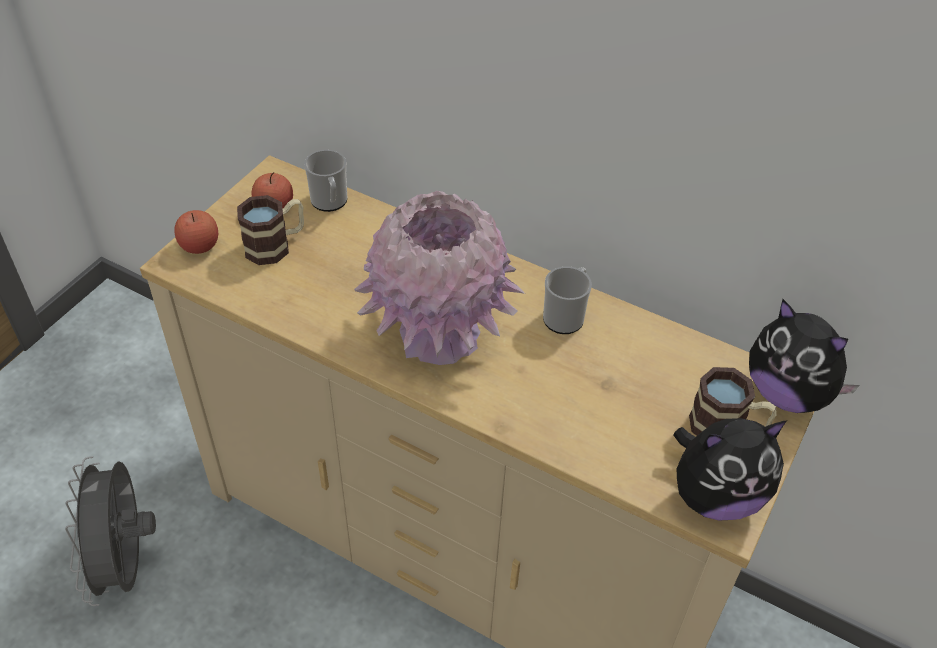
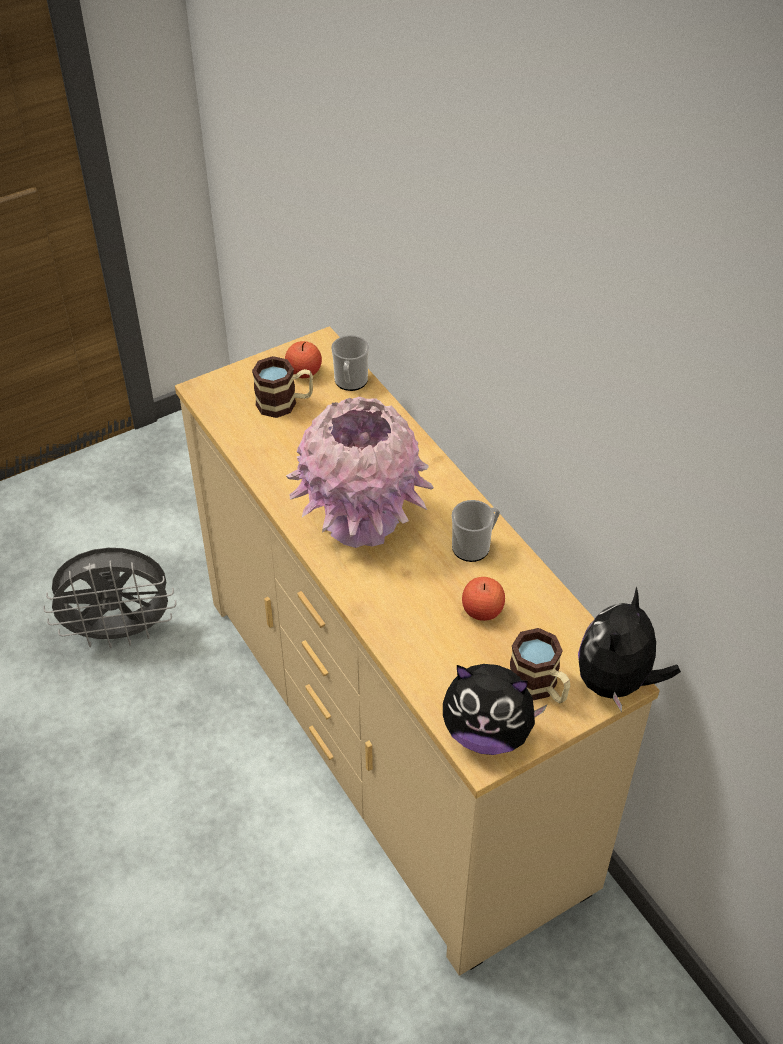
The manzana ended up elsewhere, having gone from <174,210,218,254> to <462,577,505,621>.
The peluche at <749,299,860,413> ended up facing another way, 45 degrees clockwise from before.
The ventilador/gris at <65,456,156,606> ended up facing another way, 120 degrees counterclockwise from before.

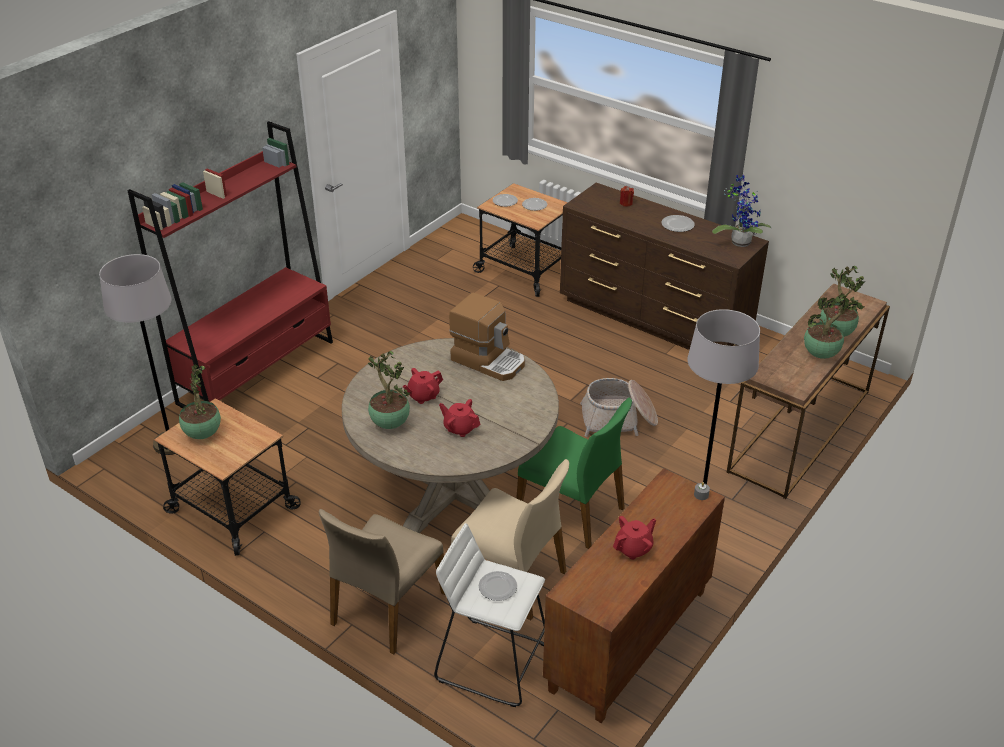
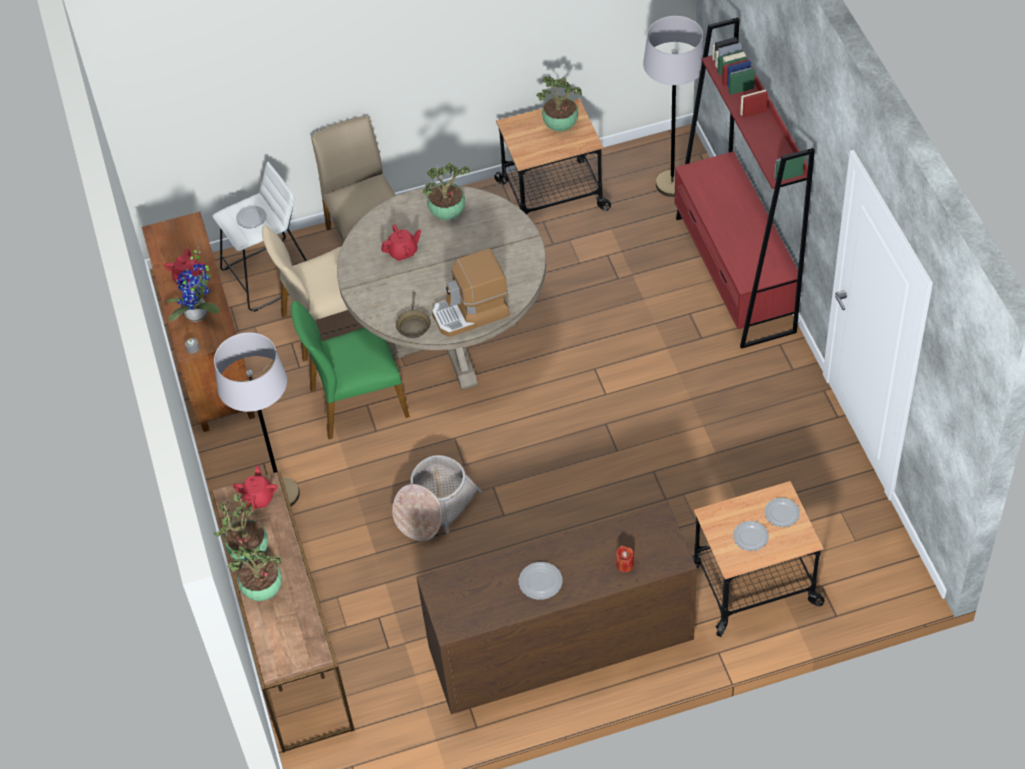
The planta en maceta ended up elsewhere, having gone from <712,175,771,247> to <166,246,220,322>.
The tetera/rojo ended up elsewhere, having gone from <403,368,443,404> to <233,466,277,510>.
The second view gained the sartén/marrón at <396,292,431,338>.

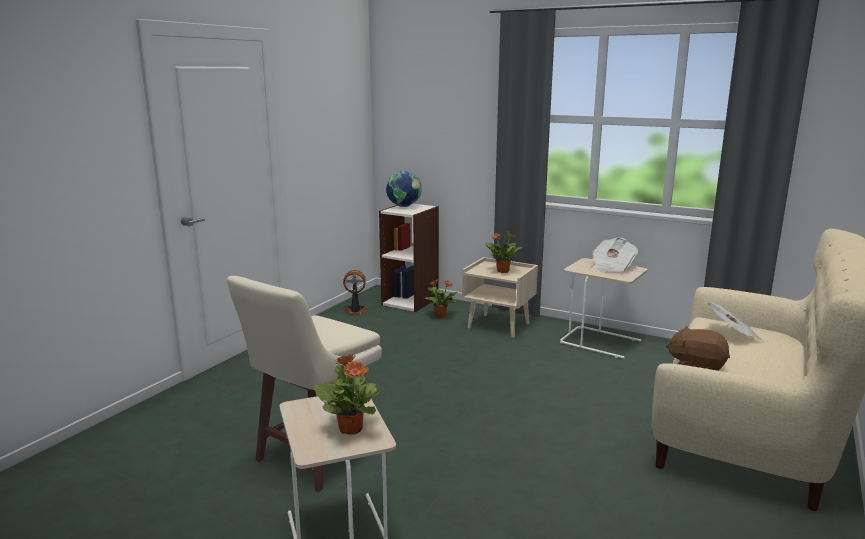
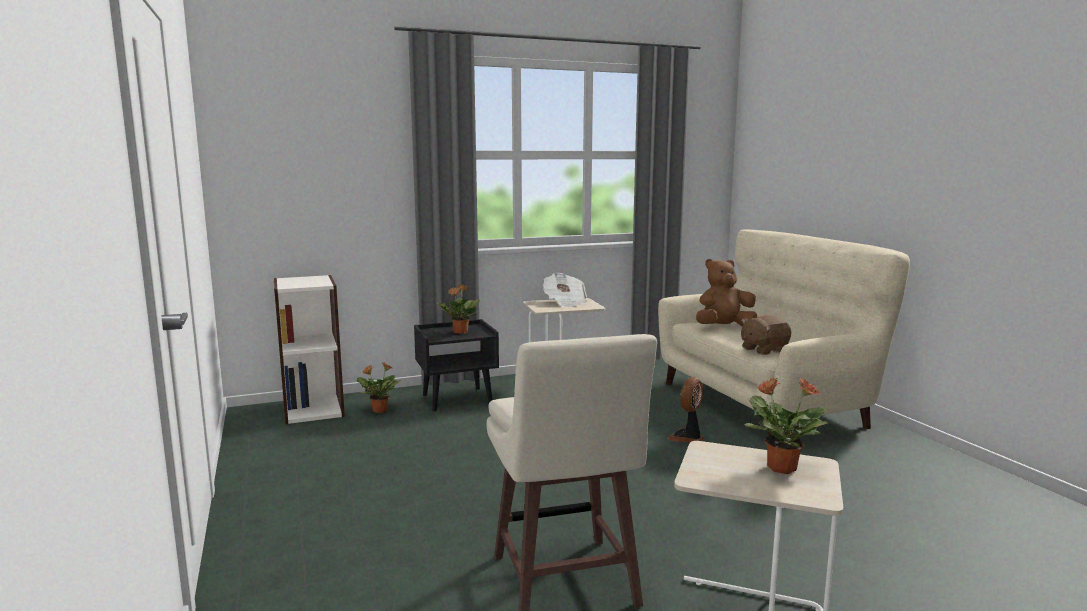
The second view lost the globo terráqueo at <386,171,422,207>.
What was the mesita de noche/beis at <462,257,538,338> turned into the mesita de noche/negro at <414,319,499,411>.
The ventilador ended up elsewhere, having gone from <343,270,368,314> to <668,377,704,442>.
Where the periódico stood at <705,302,765,342>, the peluche/marrón came to stand at <696,259,757,326>.

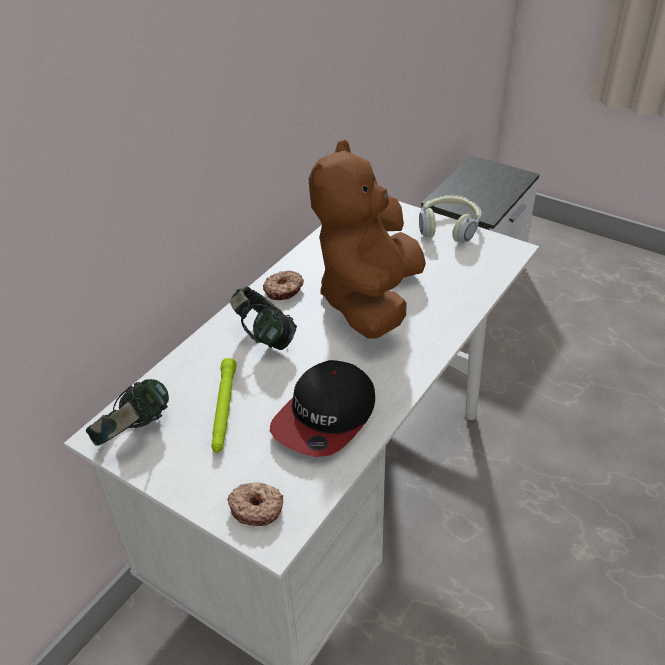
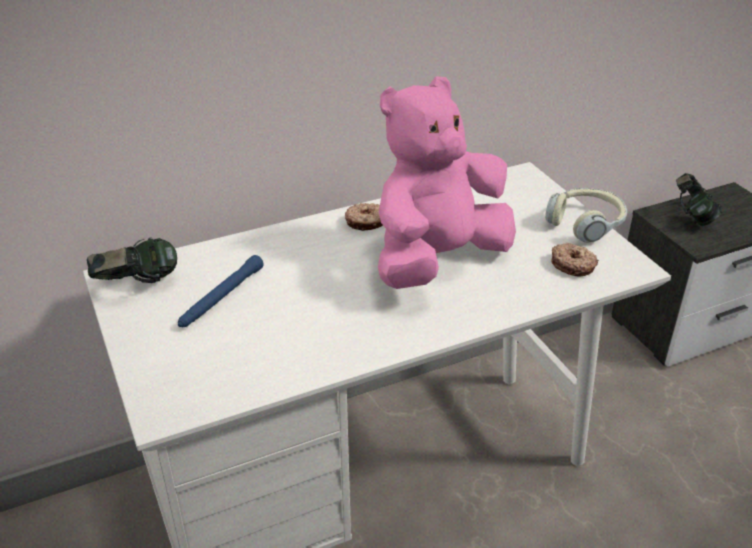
What was the peluche/marrón at <309,140,426,339> turned into the peluche/rosa at <378,76,516,289>.
The auriculares ended up elsewhere, having gone from <230,287,297,350> to <676,173,722,226>.
What was the linterna/verde at <211,358,237,453> turned into the linterna/azul at <178,255,264,327>.
The second view lost the gorra at <270,360,375,457>.
The rosquilla ended up elsewhere, having gone from <227,483,283,526> to <551,243,599,276>.

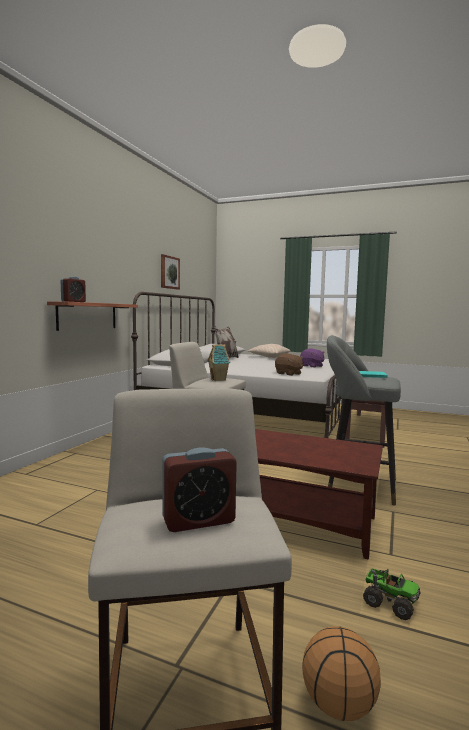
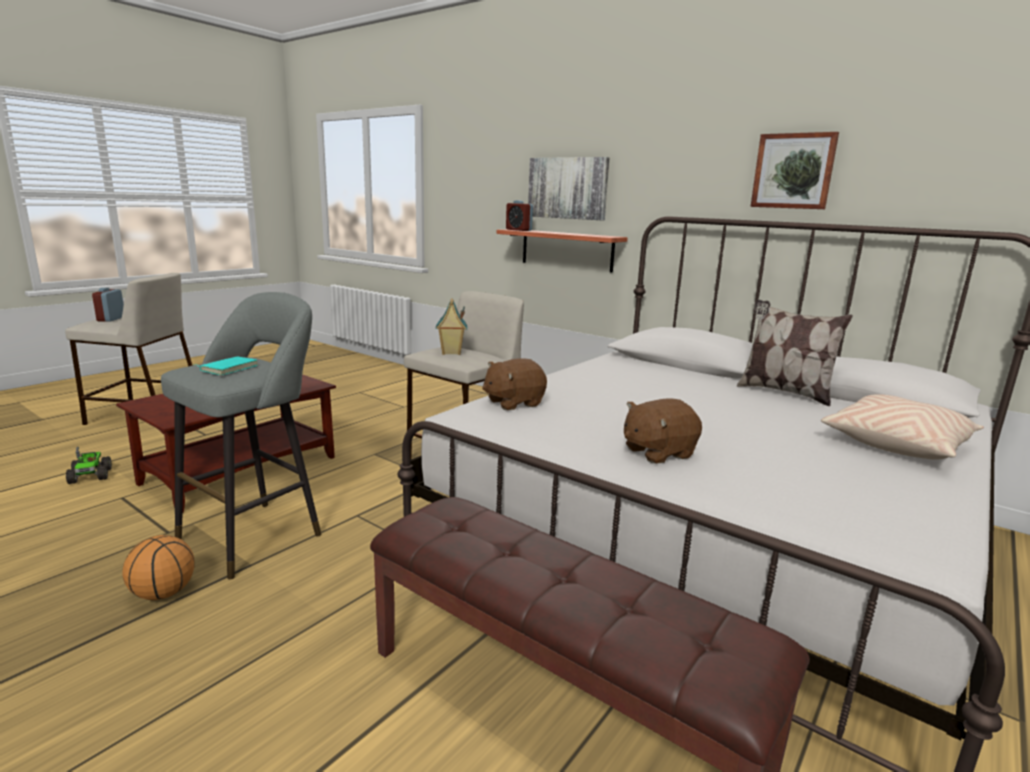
What was the peluche/morado at <300,349,324,367> turned into the peluche/marrón at <624,398,702,464>.
The camión de juguete at <363,568,420,620> ended up facing another way, 75 degrees counterclockwise from before.
The balón de baloncesto ended up elsewhere, having gone from <302,626,381,721> to <123,535,194,600>.
The second view gained the cuadro at <528,157,609,220>.

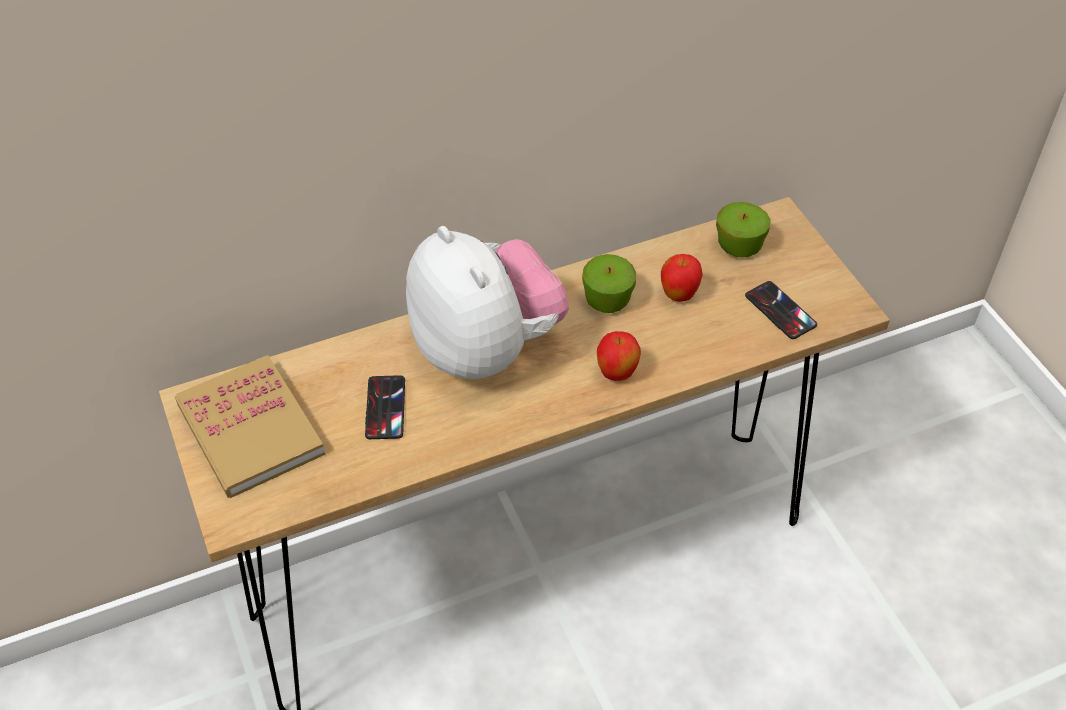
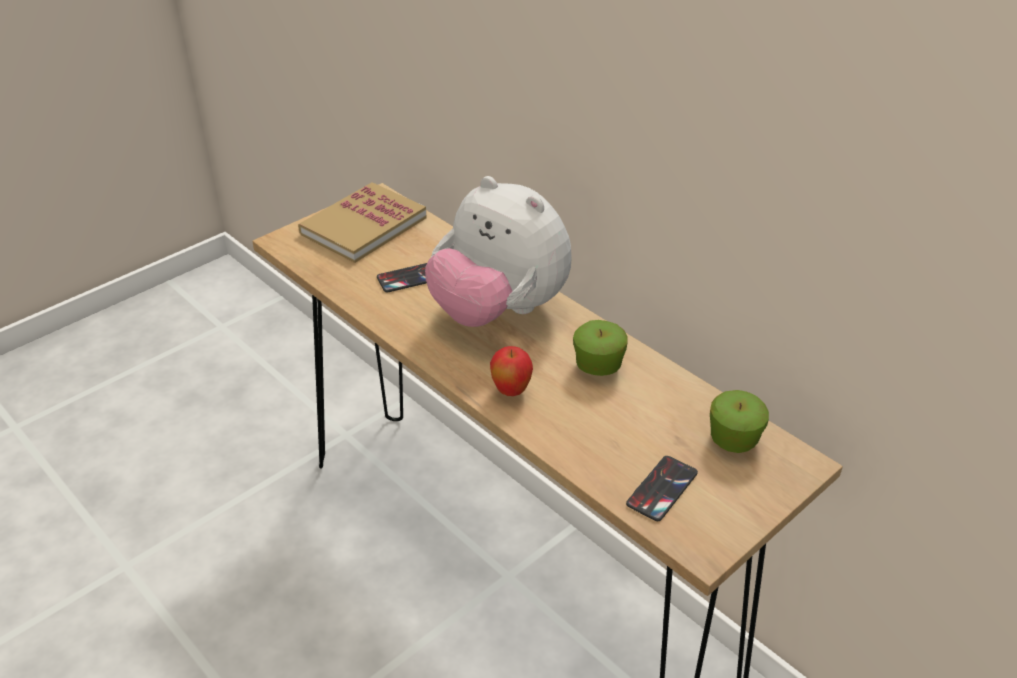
The peluche at <406,226,569,379> ended up facing another way, 90 degrees clockwise from before.
The second view lost the manzana at <661,254,703,302>.

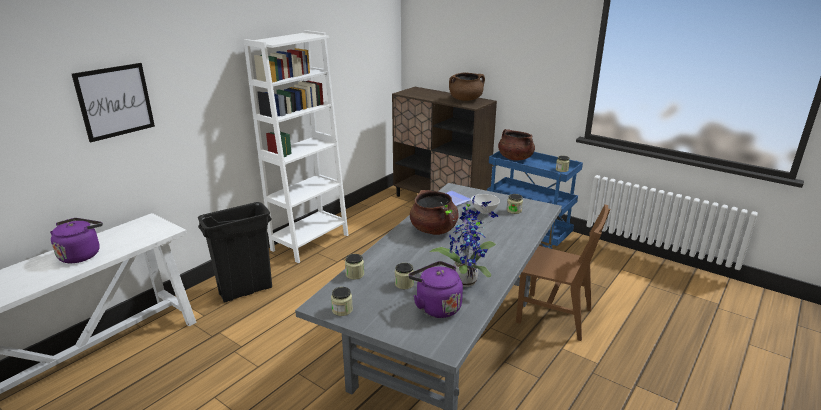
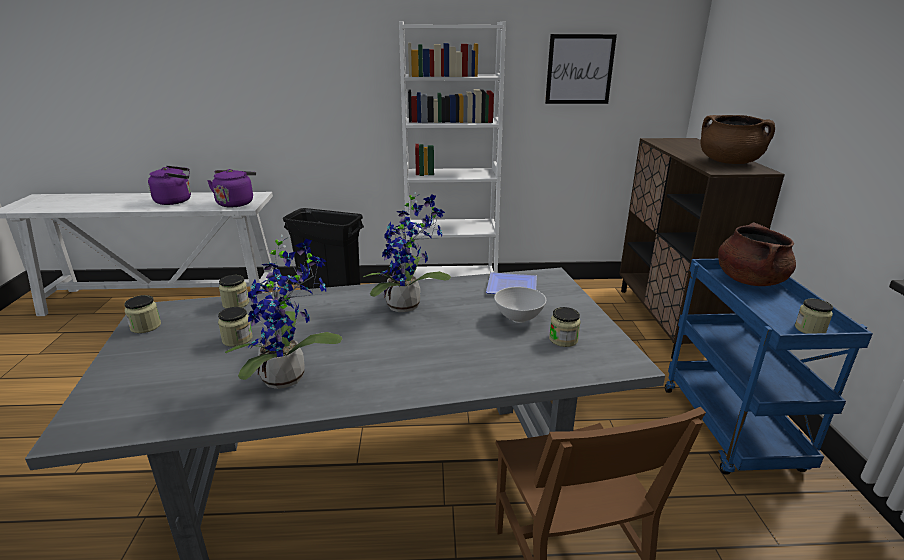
The cuadro ended up elsewhere, having gone from <72,63,155,143> to <545,34,617,104>.
Where the olla/marrón stood at <410,190,459,235>, the planta en maceta came to stand at <363,191,451,312>.
The hervidor/morado ended up elsewhere, having gone from <408,261,463,318> to <207,169,256,207>.

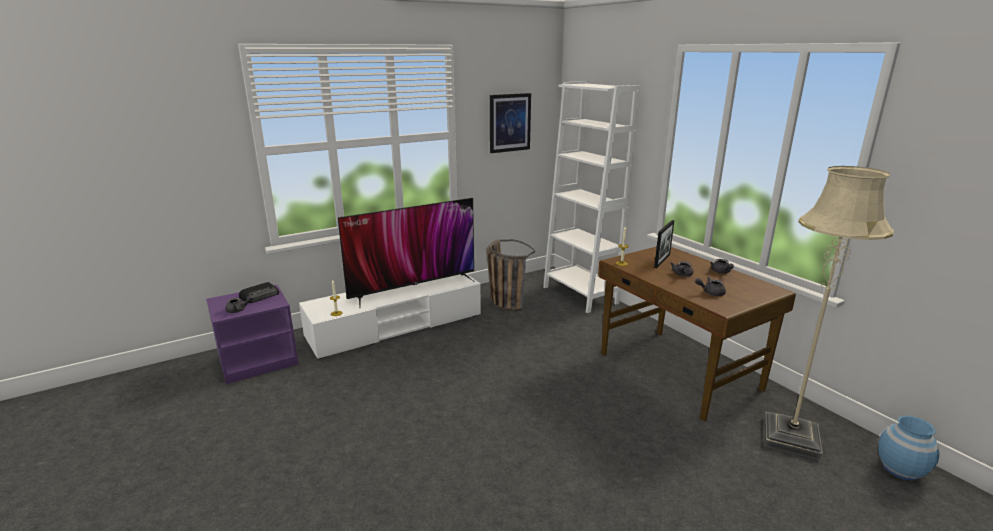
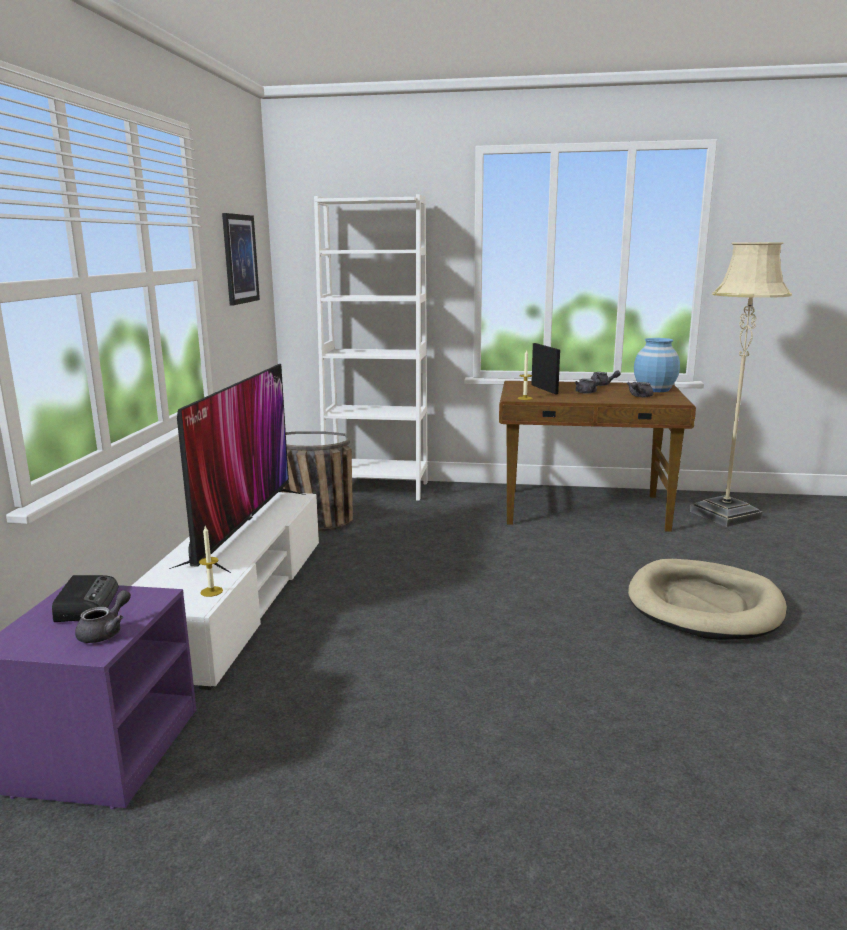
The florero/azul ended up elsewhere, having gone from <878,415,939,481> to <634,338,680,392>.
The second view gained the cama para perro/beis at <628,559,787,640>.

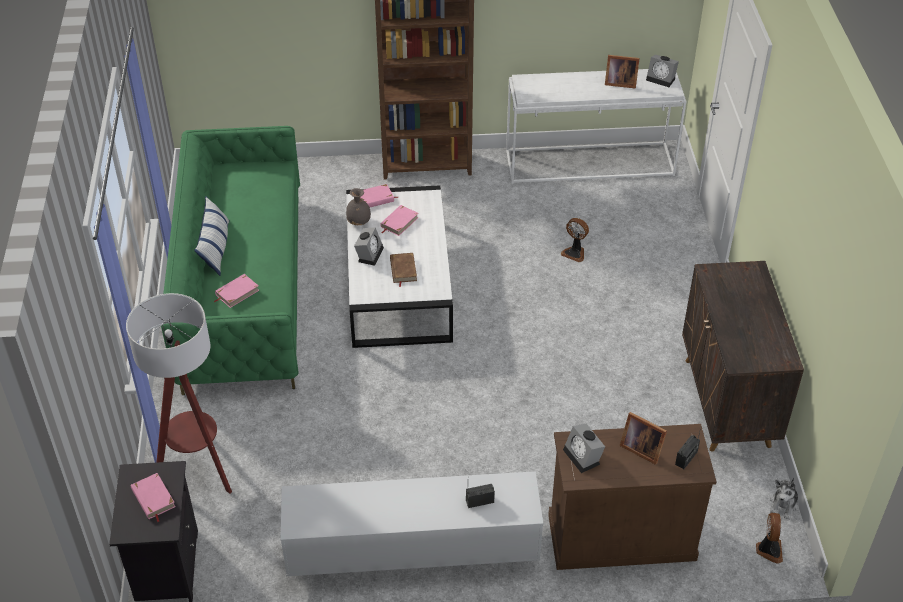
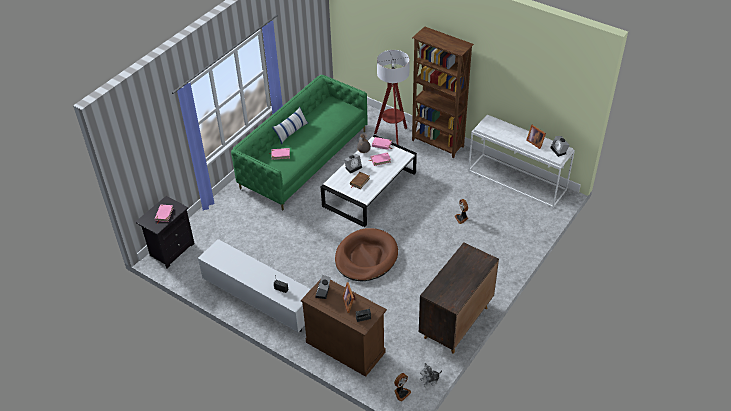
The lámpara de pie ended up elsewhere, having gone from <126,293,232,494> to <374,50,410,145>.
The second view gained the cama para perro/marrón at <335,228,398,281>.

